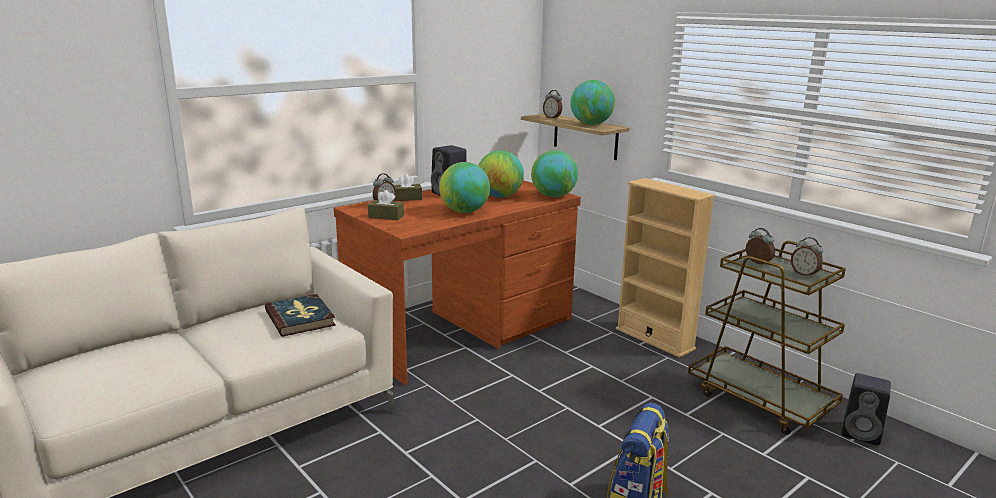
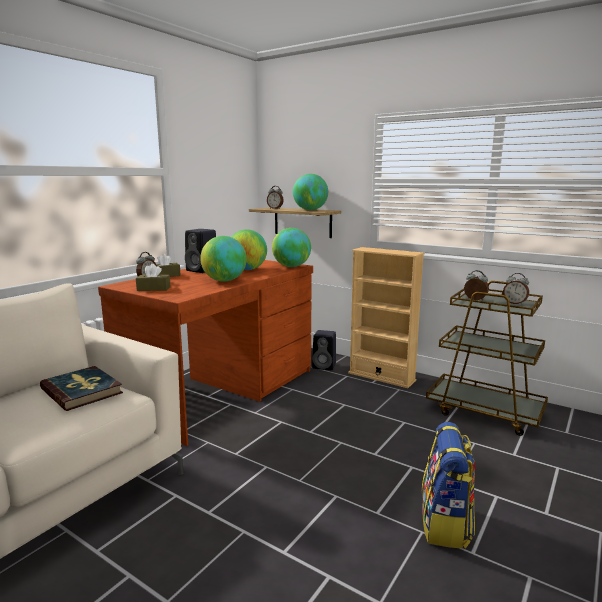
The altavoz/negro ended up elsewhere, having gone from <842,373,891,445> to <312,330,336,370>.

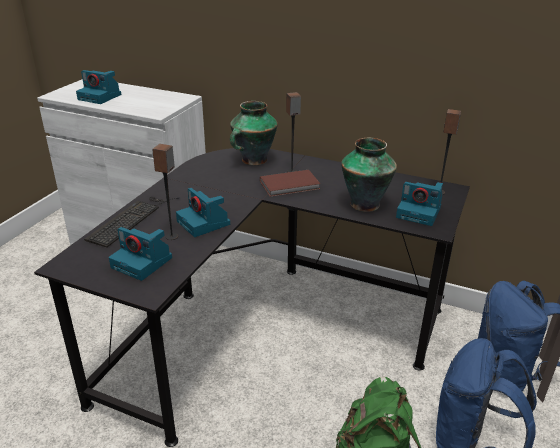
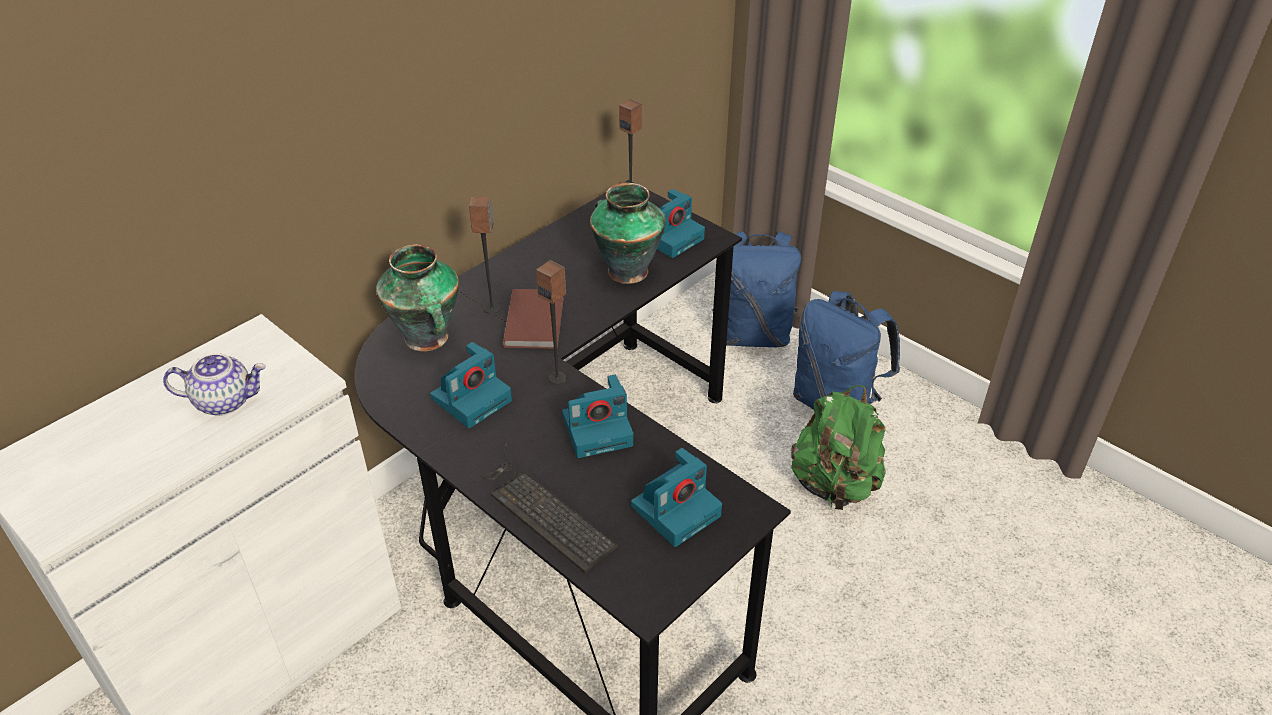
The cámara ended up elsewhere, having gone from <76,70,121,104> to <430,342,512,428>.
The altavoz ended up elsewhere, having gone from <152,144,178,240> to <536,260,566,384>.
The second view gained the tetera at <163,353,266,416>.

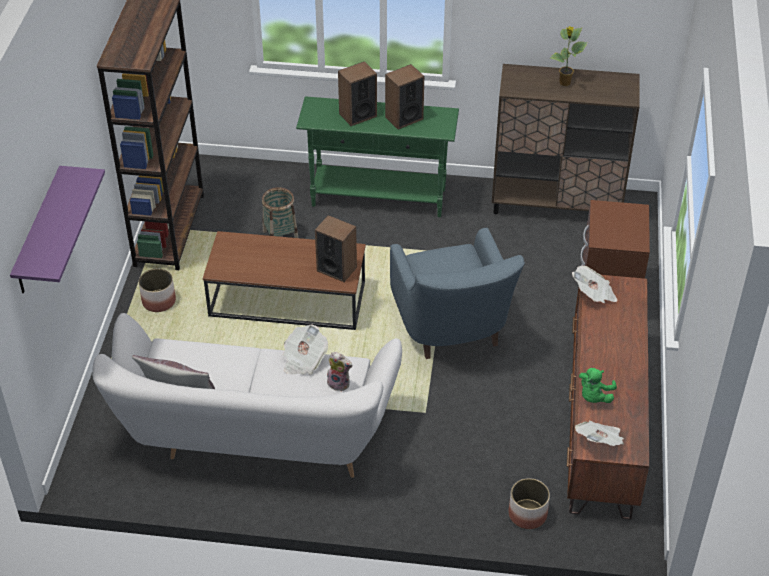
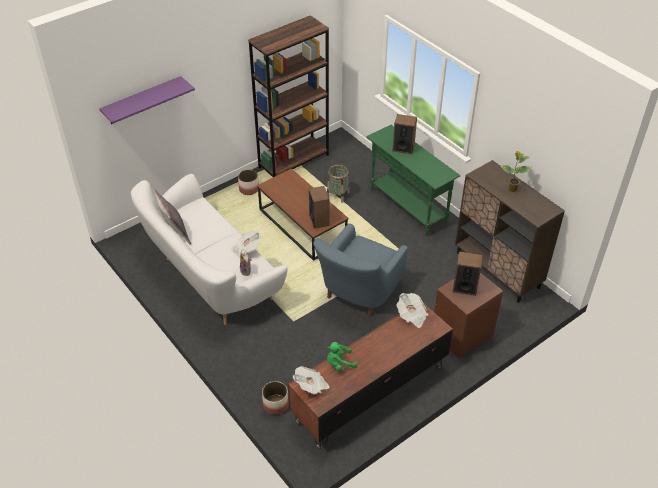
The altavoz ended up elsewhere, having gone from <385,64,424,130> to <453,251,483,296>.

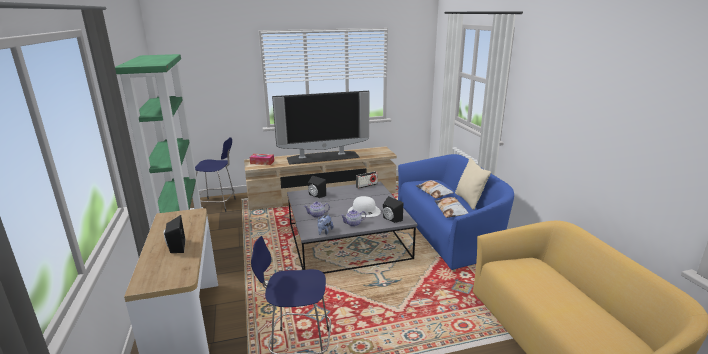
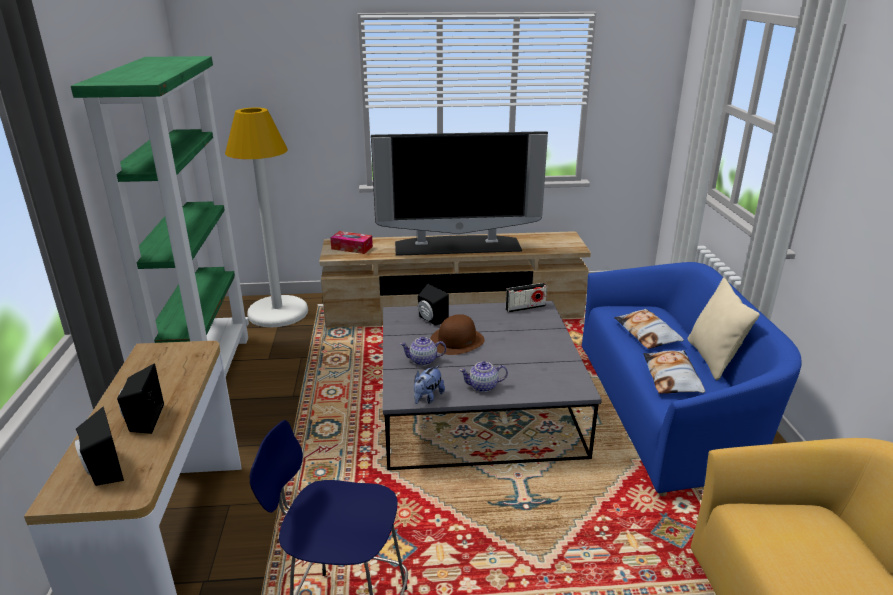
Where the taburete/azul stood at <195,137,236,212>, the lámpara de pie/blanco came to stand at <225,108,308,327>.
The second view lost the sombrero/blanco at <348,196,381,217>.
The altavoz/negro ended up elsewhere, having gone from <383,196,403,223> to <75,406,124,486>.
The second view gained the sombrero/marrón at <430,314,485,355>.

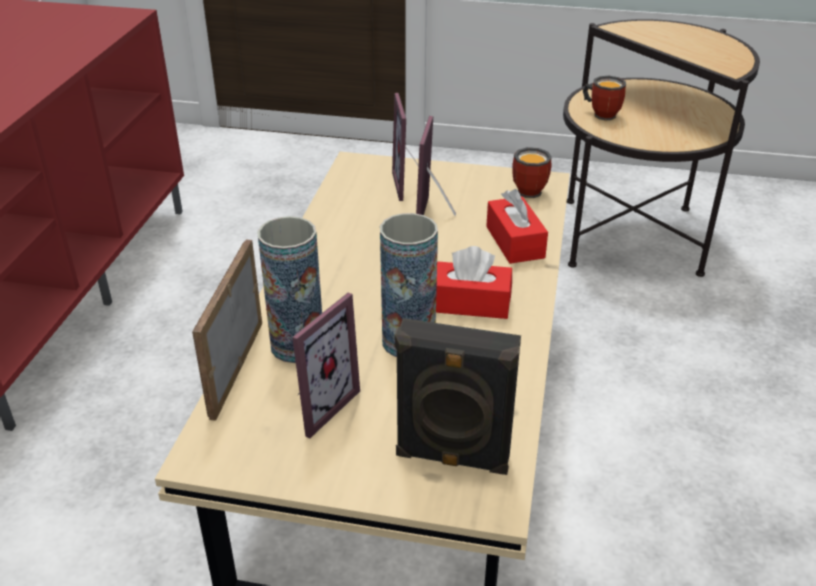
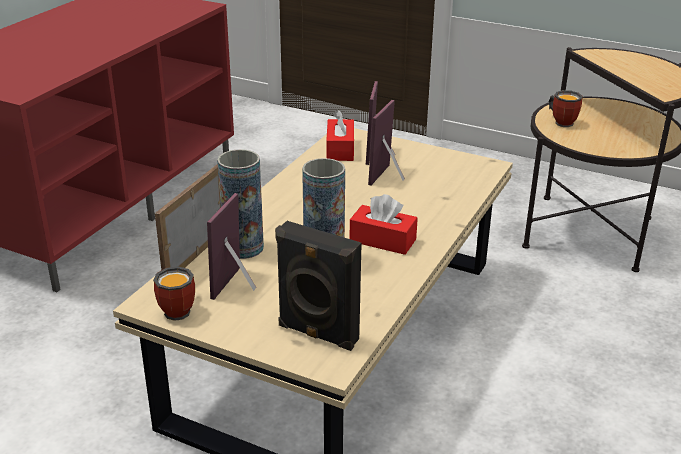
The taza grande ended up elsewhere, having gone from <512,147,552,198> to <153,266,195,321>.
The caja de pañuelos/rojo ended up elsewhere, having gone from <486,189,548,264> to <326,110,354,161>.
The portarretratos at <292,293,360,439> ended up facing another way, 150 degrees clockwise from before.

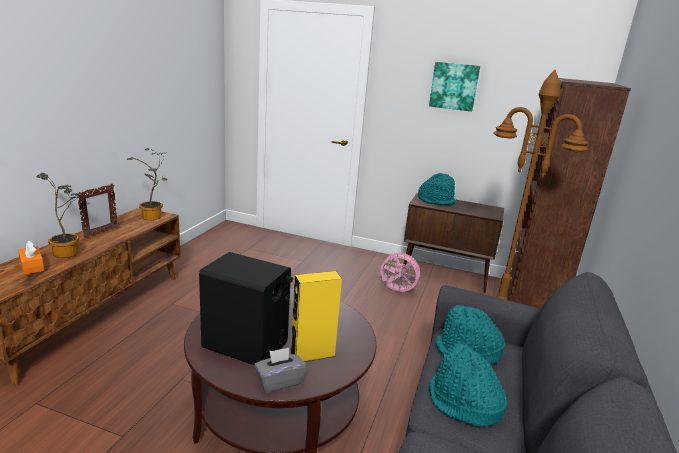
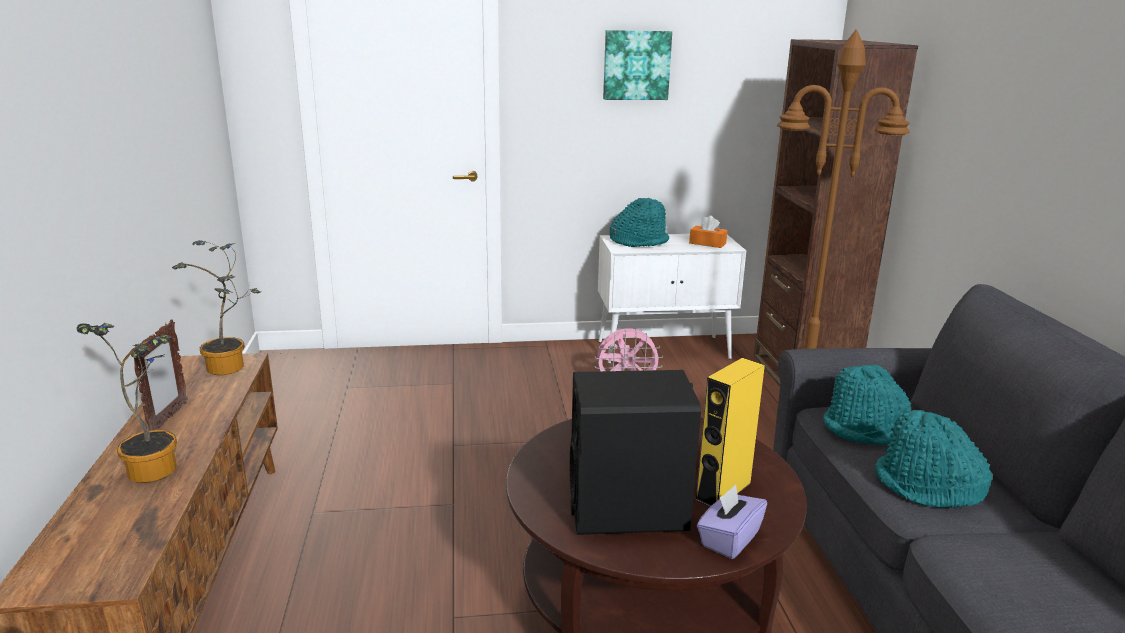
What was the armario/marrón at <404,193,504,293> turned into the armario/blanco at <598,234,746,364>.
The caja de pañuelos/naranja ended up elsewhere, having gone from <18,240,45,275> to <689,216,727,248>.
What was the caja de pañuelos/gris at <254,348,307,393> turned into the caja de pañuelos/morado at <697,484,767,559>.

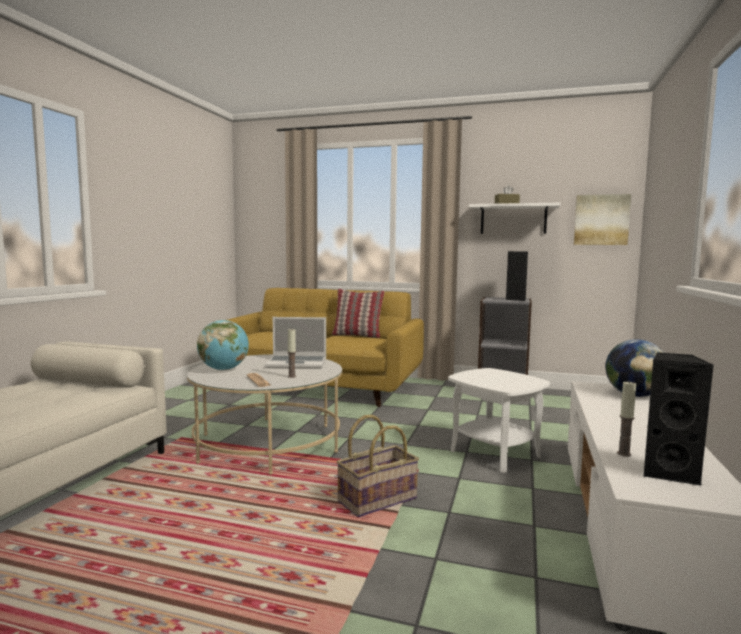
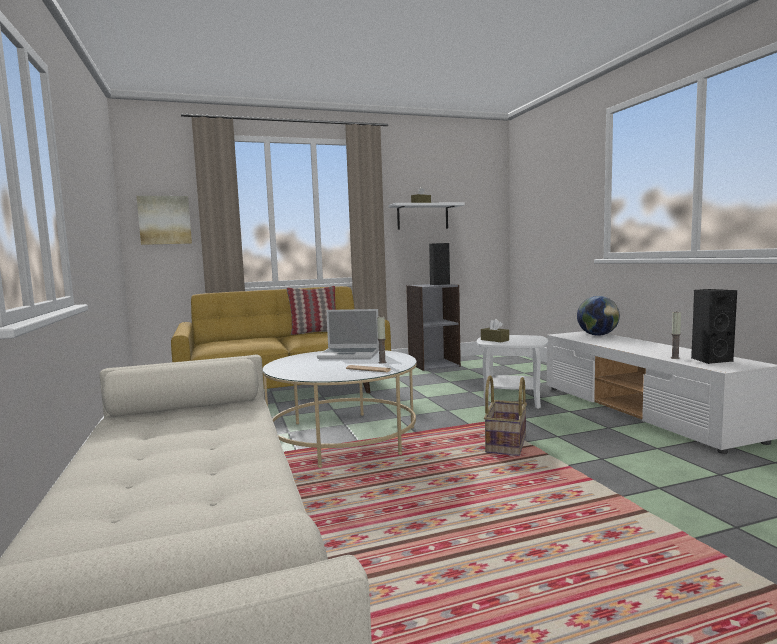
The cuadro ended up elsewhere, having gone from <574,194,631,245> to <136,196,192,245>.
The portátil at <265,317,326,369> ended up facing another way, 45 degrees clockwise from before.
The second view lost the globo terráqueo at <197,320,249,371>.
The second view gained the caja de pañuelos/marrón at <481,319,509,342>.

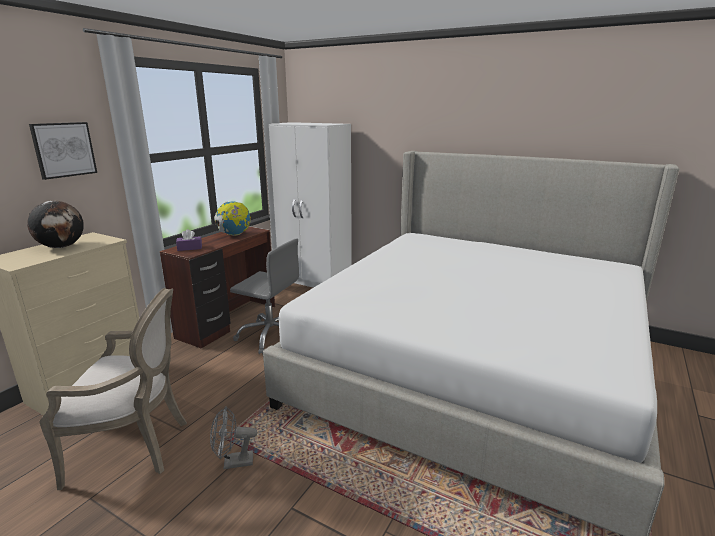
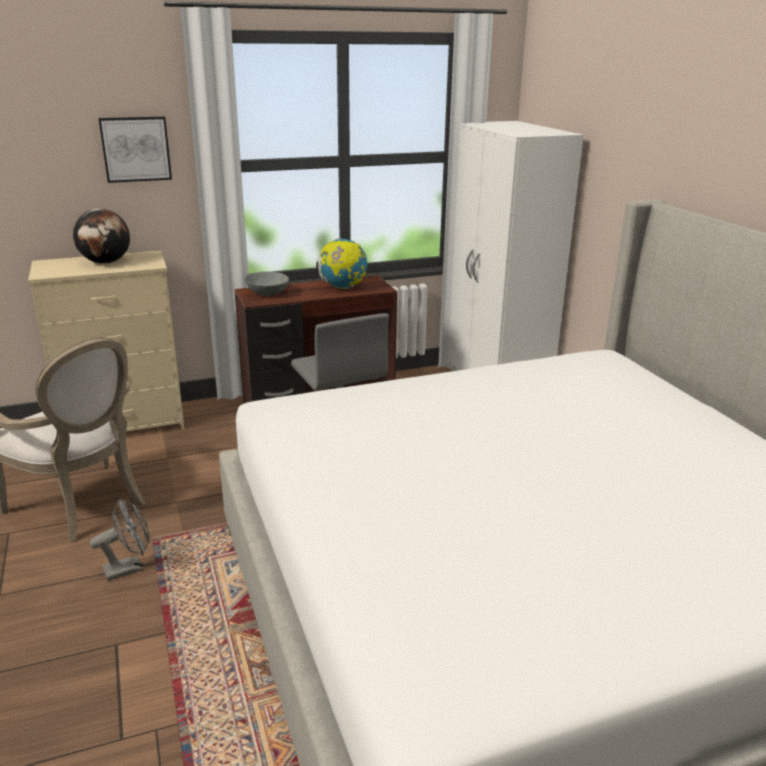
Where the caja de pañuelos/morado stood at <176,229,202,251>, the cuenco/gris came to stand at <244,271,289,296>.
The ventilador/gris at <210,406,257,469> ended up facing another way, 120 degrees clockwise from before.

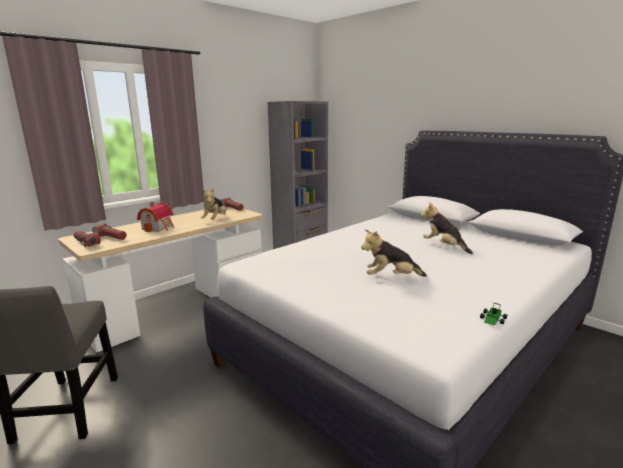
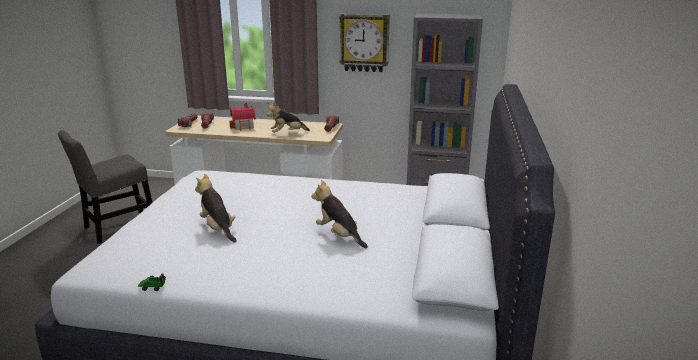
The peluche at <421,202,473,254> ended up facing another way, 60 degrees counterclockwise from before.
The second view gained the reloj de pared at <339,14,390,72>.

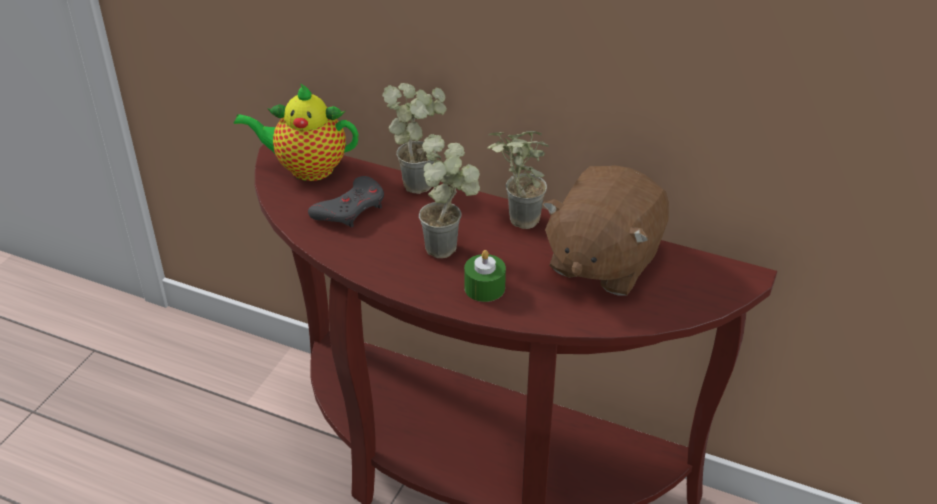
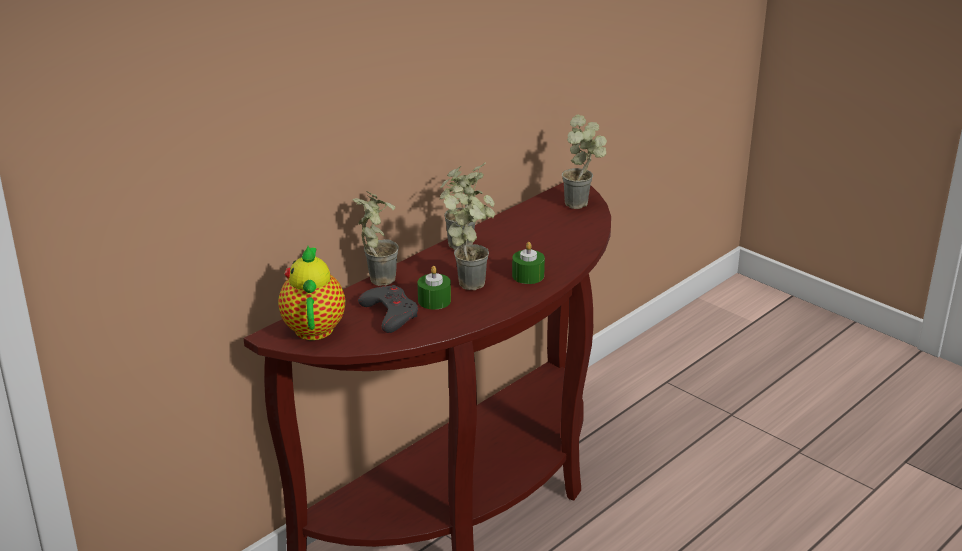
The tetera at <234,83,358,181> ended up facing another way, 150 degrees clockwise from before.
The second view lost the peluche/marrón at <542,165,669,295>.
The second view gained the planta en maceta at <562,114,607,209>.
The second view gained the vela/verde at <418,266,451,309>.

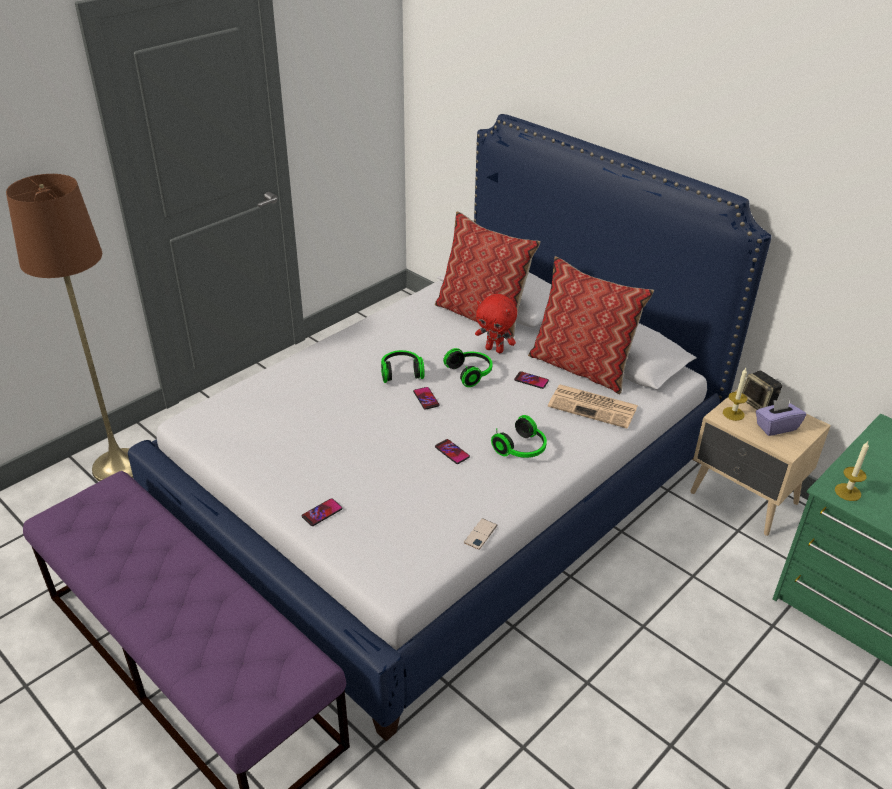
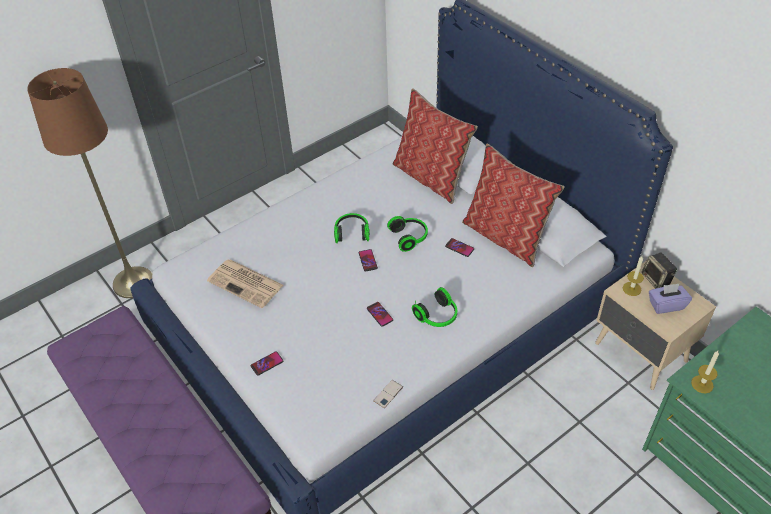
The second view lost the peluche/rojo at <475,294,517,353>.
The periódico ended up elsewhere, having gone from <548,384,638,428> to <207,259,283,308>.

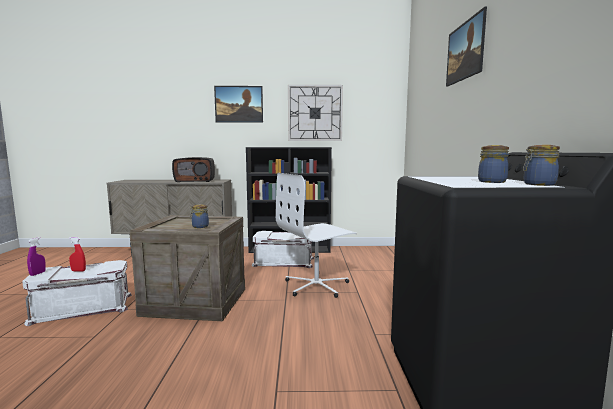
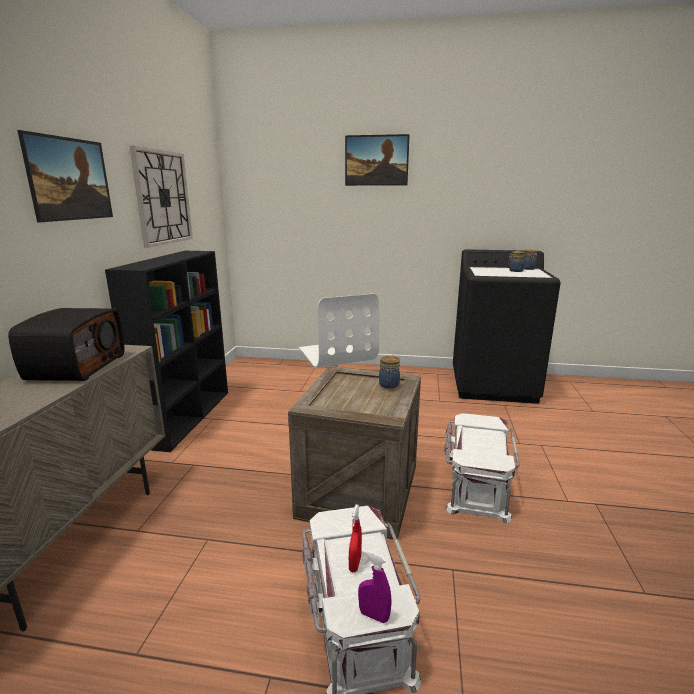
The caja de almacenaje/blanco ended up elsewhere, having gone from <252,231,314,268> to <444,413,520,523>.

